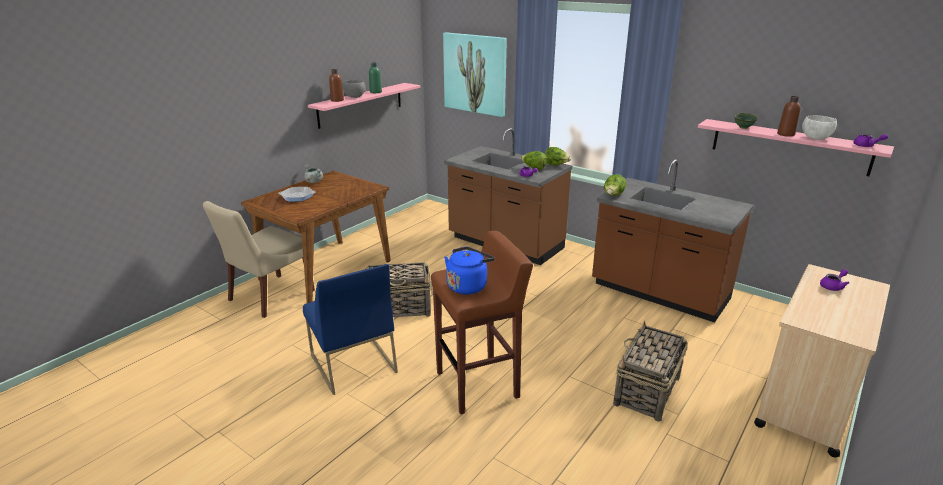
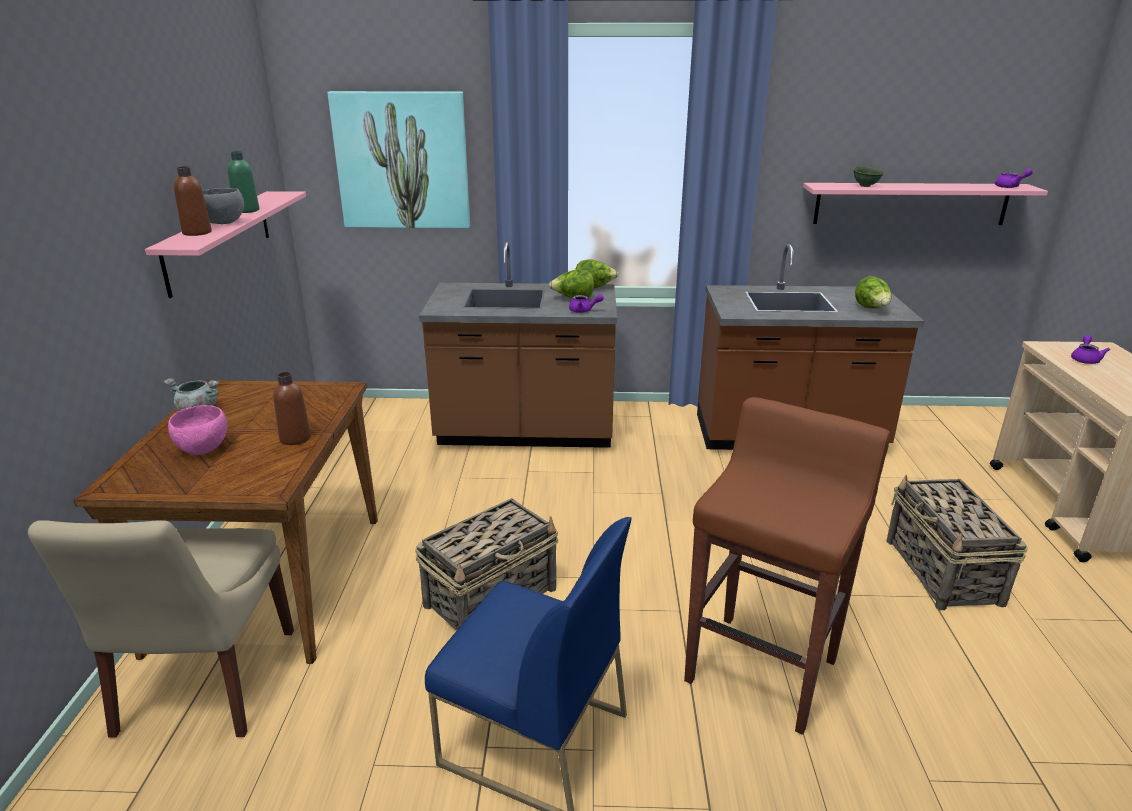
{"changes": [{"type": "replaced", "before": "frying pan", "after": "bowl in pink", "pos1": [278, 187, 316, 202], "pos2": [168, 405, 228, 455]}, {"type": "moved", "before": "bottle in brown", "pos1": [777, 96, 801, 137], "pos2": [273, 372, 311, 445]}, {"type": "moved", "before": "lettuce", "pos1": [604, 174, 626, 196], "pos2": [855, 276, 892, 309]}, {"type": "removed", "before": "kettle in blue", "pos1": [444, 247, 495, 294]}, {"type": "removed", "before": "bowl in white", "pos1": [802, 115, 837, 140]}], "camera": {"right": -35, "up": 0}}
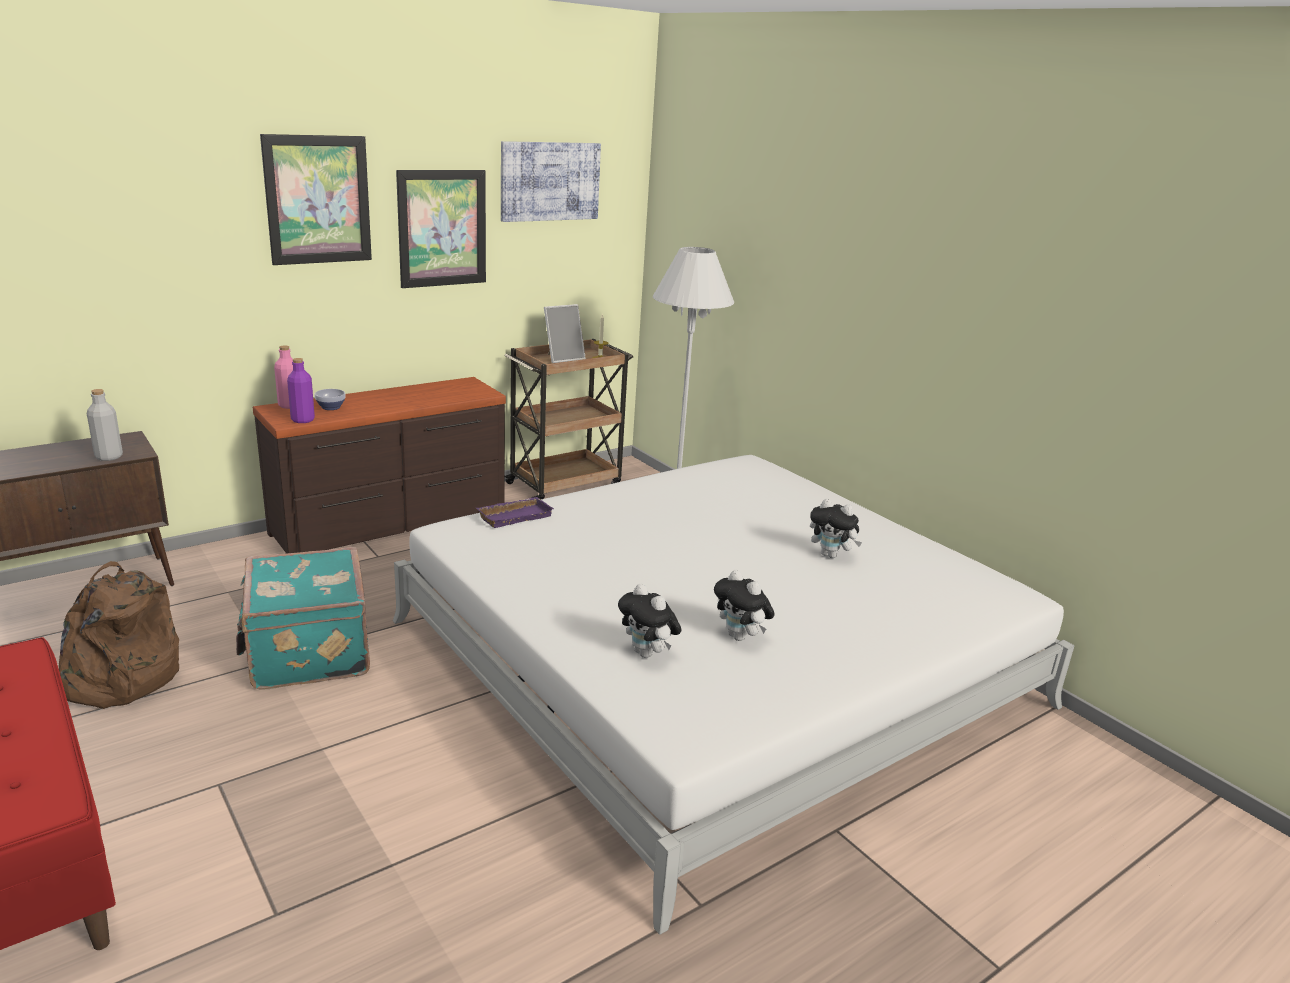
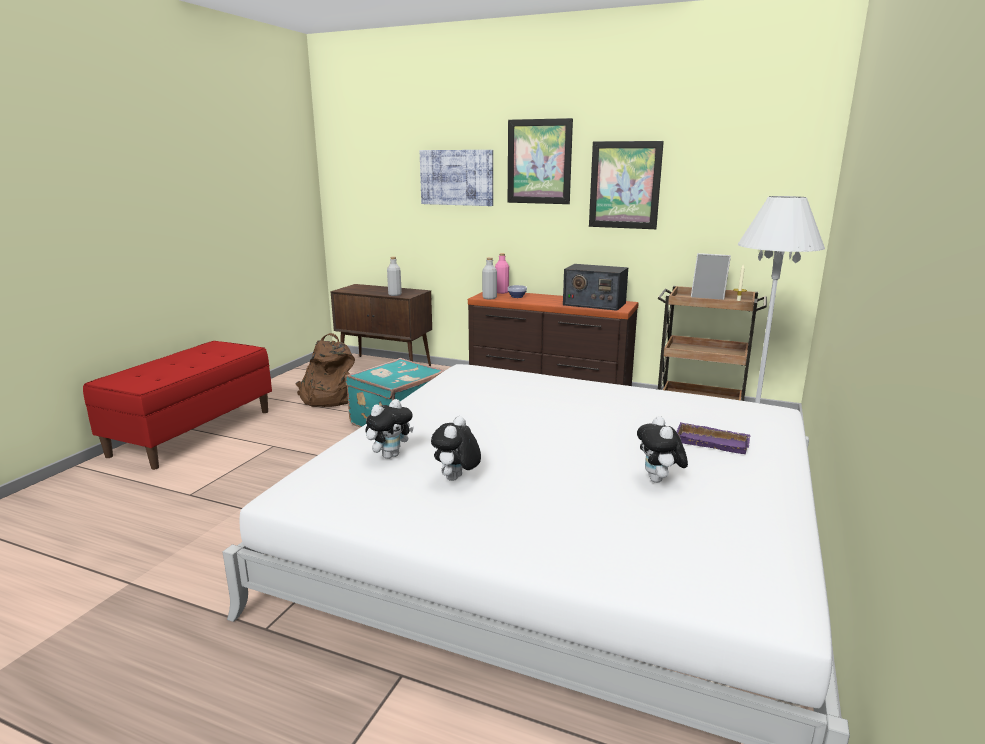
{"changes": [{"type": "turned", "before": "plush toy", "pos1": [618, 584, 682, 658], "pos2": [365, 399, 414, 459], "turn": -150}, {"type": "moved", "before": "picture", "pos1": [501, 141, 601, 222], "pos2": [420, 150, 493, 206]}, {"type": "recoloured", "before": "bottle in purple", "after": "bottle in grey", "pos1": [287, 358, 315, 423], "pos2": [482, 257, 497, 299]}, {"type": "added", "after": "radio", "pos2": [563, 264, 628, 311]}, {"type": "moved", "before": "tray in purple", "pos1": [476, 497, 554, 528], "pos2": [676, 422, 750, 454]}], "camera": {"right": 60, "up": -5}}
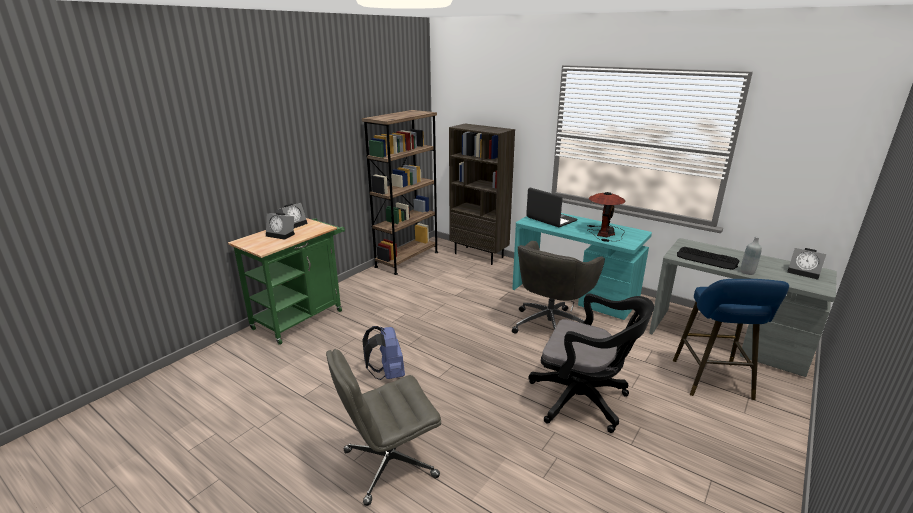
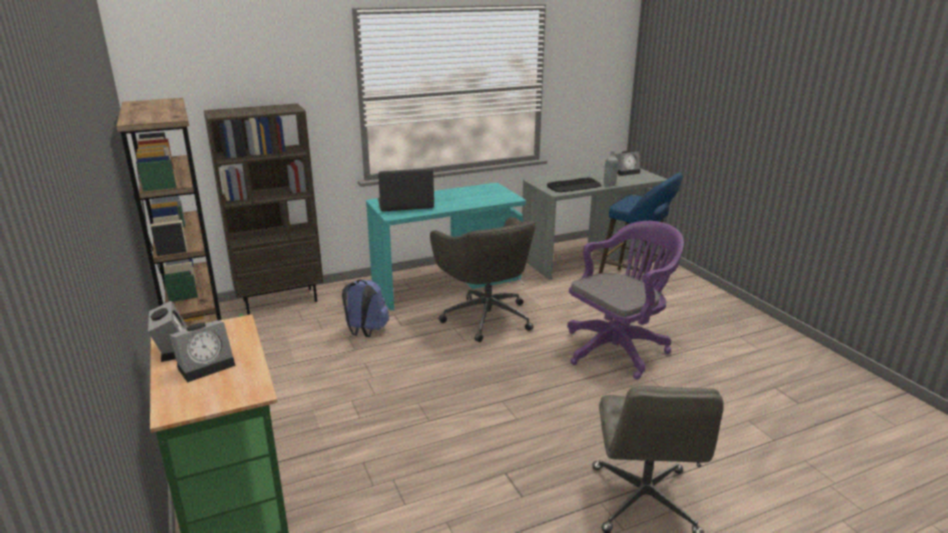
{"changes": [{"type": "moved", "before": "backpack in blue", "pos1": [362, 326, 405, 380], "pos2": [342, 279, 389, 337]}, {"type": "recoloured", "before": "office chair in black", "after": "office chair in purple", "pos1": [528, 294, 654, 433], "pos2": [567, 221, 684, 380]}, {"type": "removed", "before": "table lamp", "pos1": [587, 192, 625, 242]}], "camera": {"right": -60, "up": 0}}
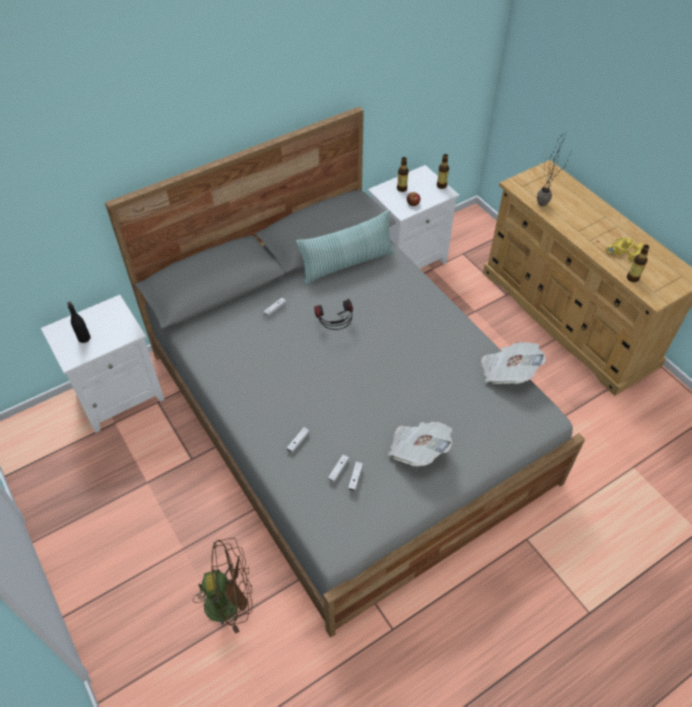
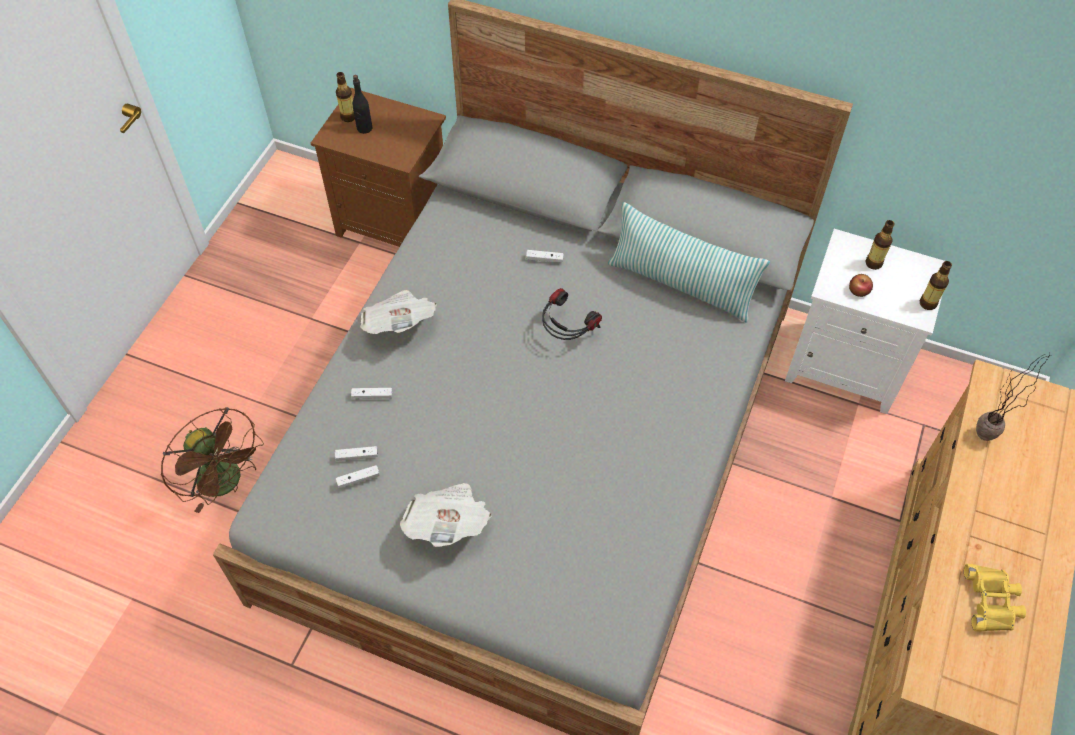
{"changes": [{"type": "recoloured", "before": "nightstand in white", "after": "nightstand in brown", "pos1": [41, 295, 165, 433], "pos2": [311, 88, 446, 247]}, {"type": "moved", "before": "bottle", "pos1": [627, 245, 650, 282], "pos2": [336, 72, 355, 122]}, {"type": "moved", "before": "newspaper", "pos1": [481, 342, 546, 384], "pos2": [360, 290, 437, 334]}], "camera": {"right": 55, "up": 5}}
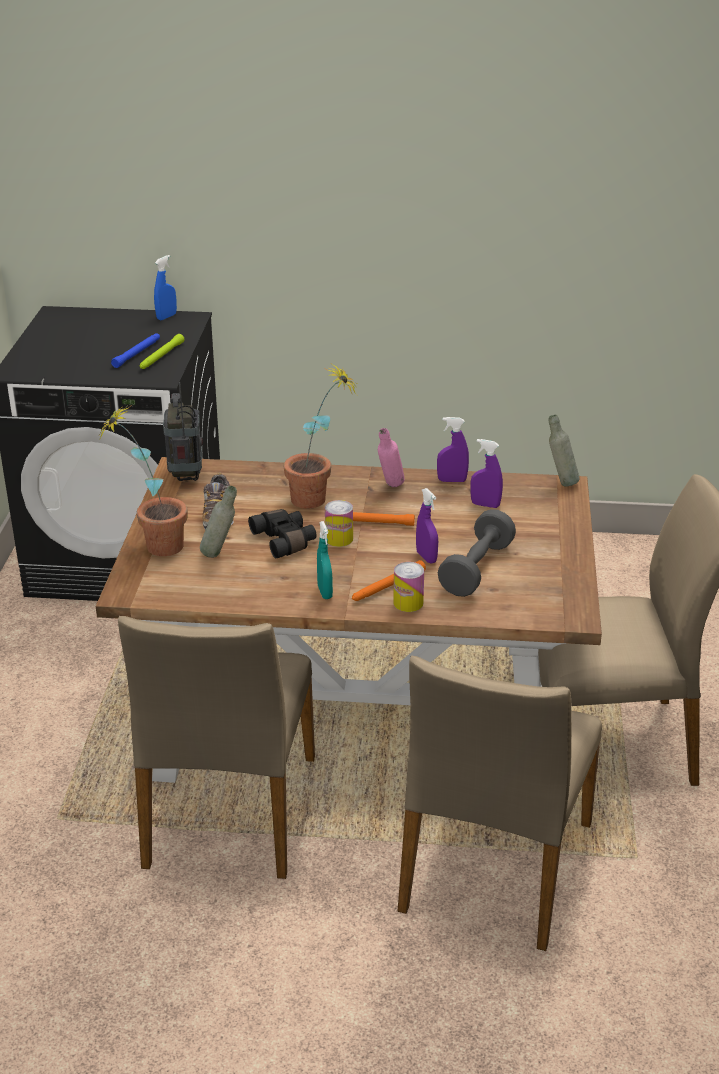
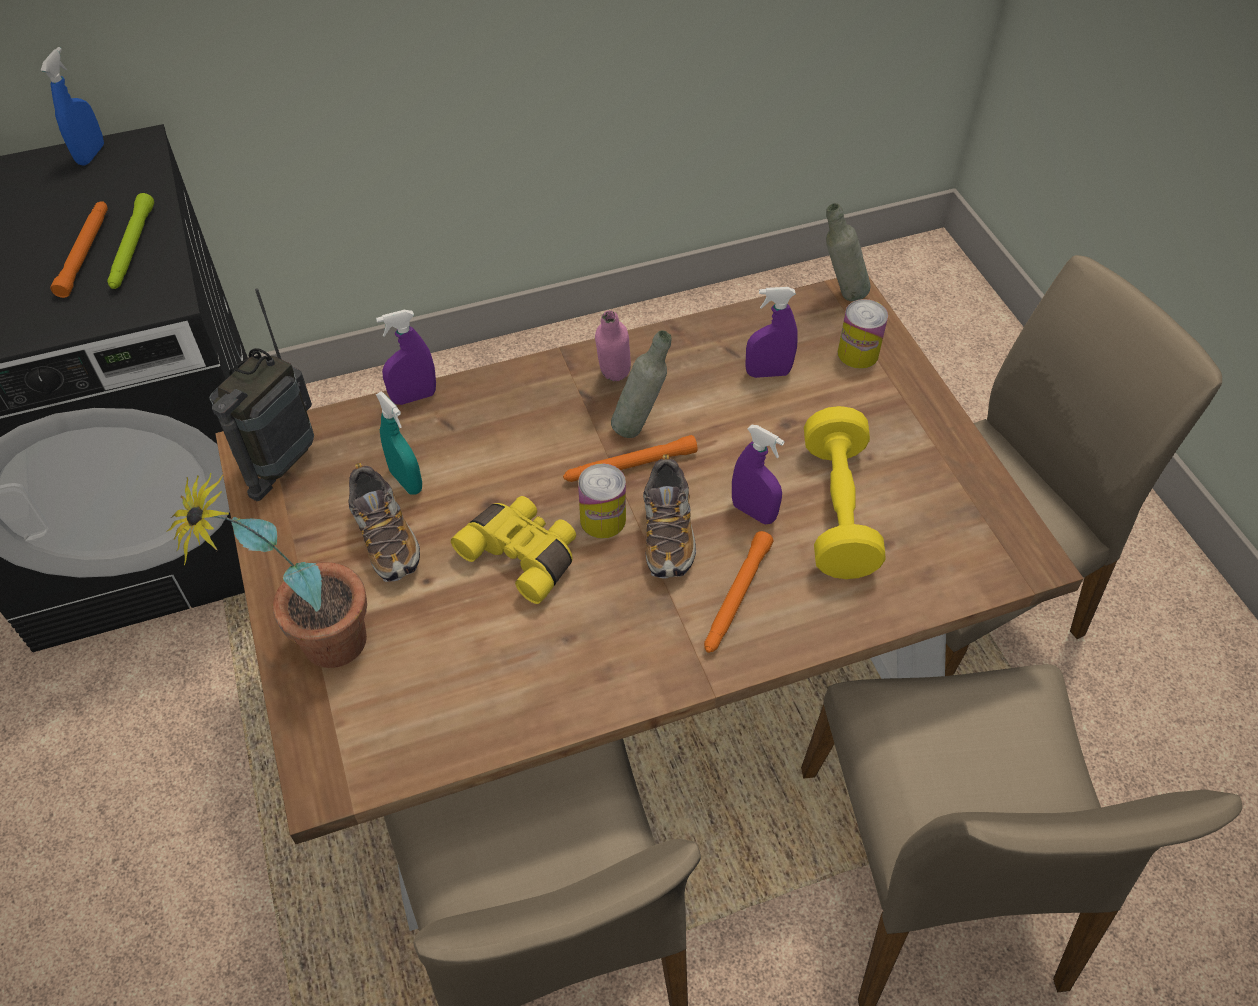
{"changes": [{"type": "recoloured", "before": "flashlight in blue", "after": "flashlight in orange", "pos1": [111, 333, 160, 368], "pos2": [50, 201, 108, 298]}, {"type": "turned", "before": "radio", "pos1": [163, 382, 203, 481], "pos2": [209, 288, 314, 501], "turn": -120}, {"type": "moved", "before": "spray bottle in purple", "pos1": [437, 417, 469, 482], "pos2": [376, 310, 436, 405]}, {"type": "moved", "before": "spray bottle in turquoise", "pos1": [317, 521, 333, 599], "pos2": [376, 391, 422, 495]}, {"type": "recoloured", "before": "binoculars in black", "after": "binoculars in yellow", "pos1": [248, 509, 316, 558], "pos2": [451, 496, 576, 604]}, {"type": "moved", "before": "bottle in grey", "pos1": [200, 486, 237, 558], "pos2": [611, 330, 672, 438]}, {"type": "added", "after": "shoe", "pos2": [643, 454, 696, 579]}, {"type": "recoloured", "before": "dumbbell in grey", "after": "dumbbell in yellow", "pos1": [438, 509, 516, 597], "pos2": [804, 406, 886, 579]}, {"type": "moved", "before": "can", "pos1": [393, 562, 424, 612], "pos2": [838, 299, 888, 369]}, {"type": "removed", "before": "potted plant", "pos1": [284, 365, 358, 509]}], "camera": {"right": -25, "up": 20}}
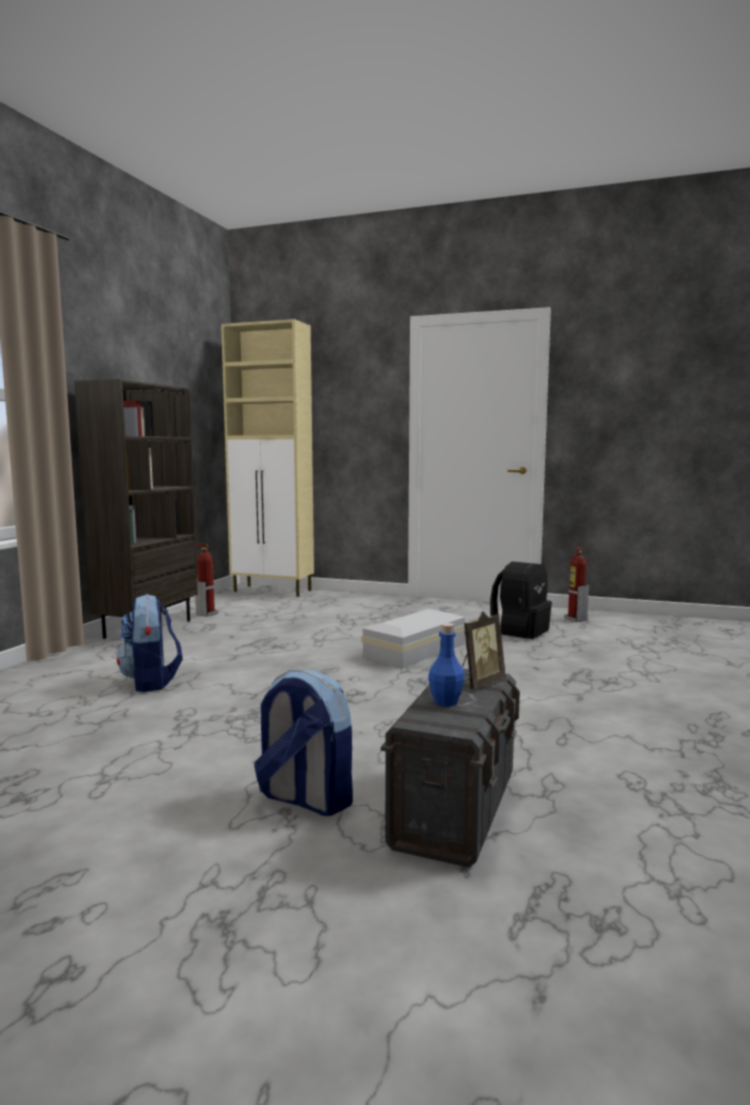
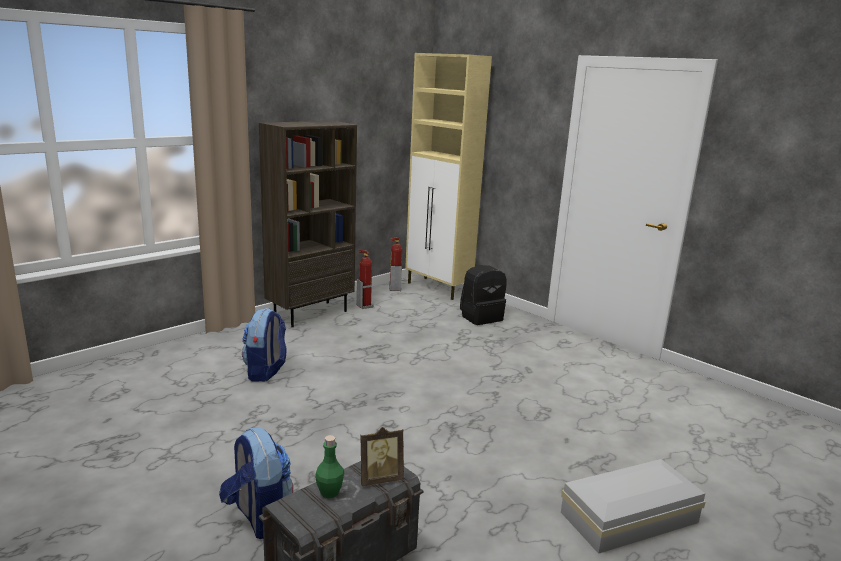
{"changes": [{"type": "recoloured", "before": "bottle in blue", "after": "bottle in green", "pos1": [428, 623, 465, 707], "pos2": [315, 435, 344, 498]}, {"type": "moved", "before": "fire extinguisher", "pos1": [565, 547, 589, 622], "pos2": [389, 238, 402, 291]}, {"type": "moved", "before": "backpack in black", "pos1": [490, 562, 552, 639], "pos2": [460, 265, 506, 325]}, {"type": "moved", "before": "storage box in white", "pos1": [361, 609, 465, 668], "pos2": [561, 459, 705, 554]}], "camera": {"right": 25, "up": 10}}
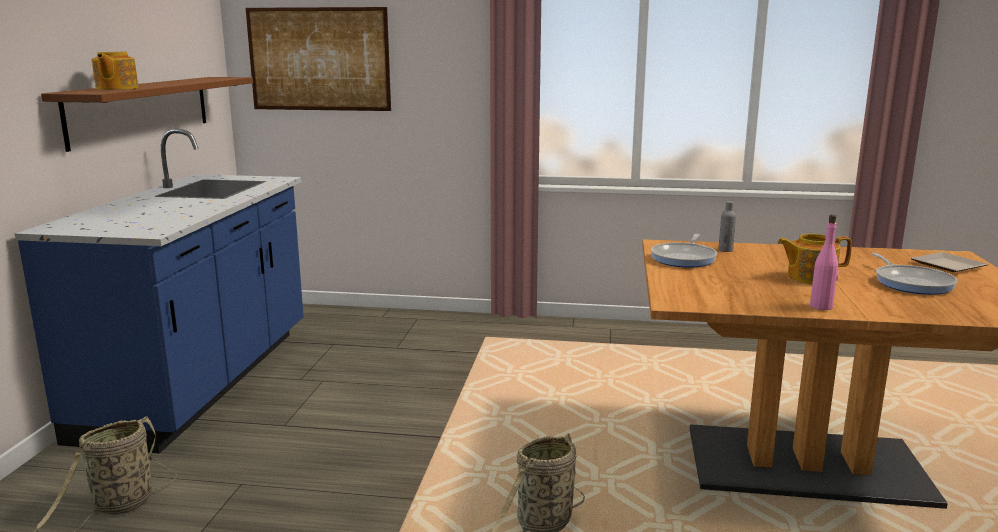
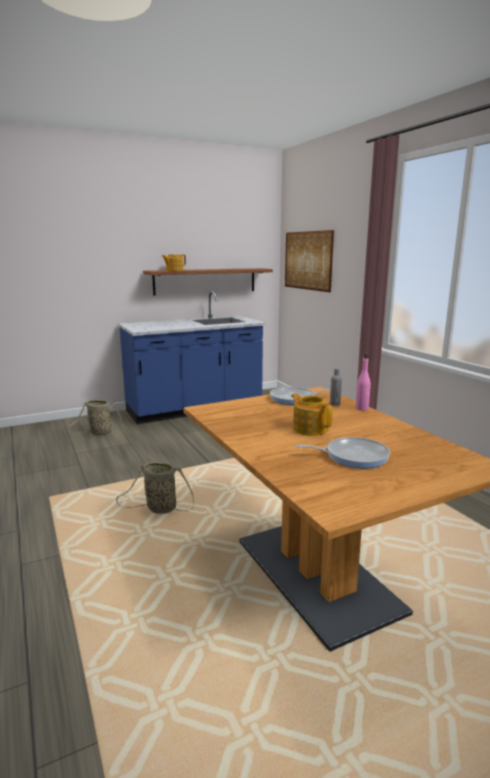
{"changes": [{"type": "turned", "before": "frying pan", "pos1": [871, 253, 958, 295], "pos2": [296, 437, 390, 469], "turn": -135}, {"type": "moved", "before": "bottle in pink", "pos1": [810, 214, 839, 310], "pos2": [356, 353, 371, 411]}, {"type": "removed", "before": "plate", "pos1": [911, 252, 989, 272]}], "camera": {"right": 55, "up": 0}}
